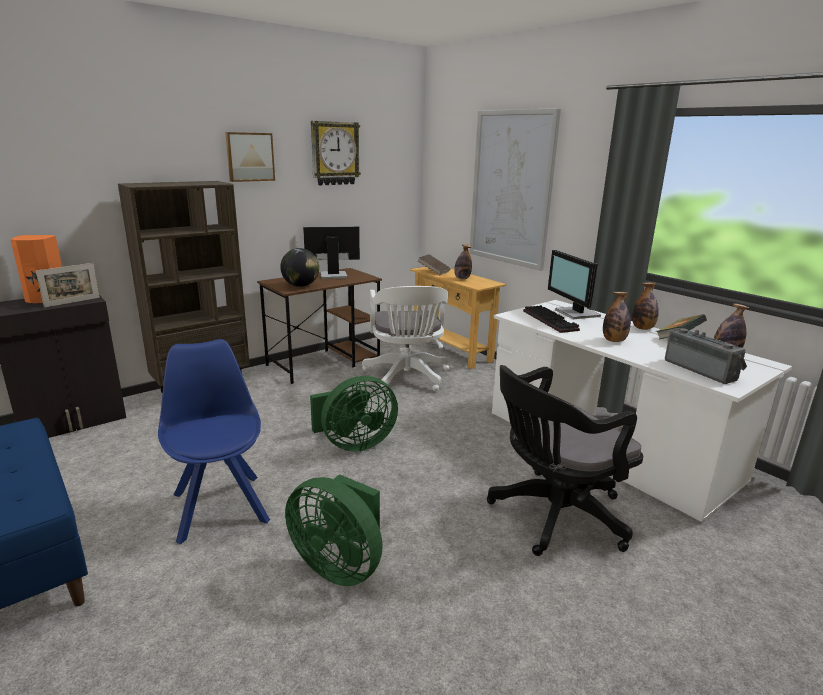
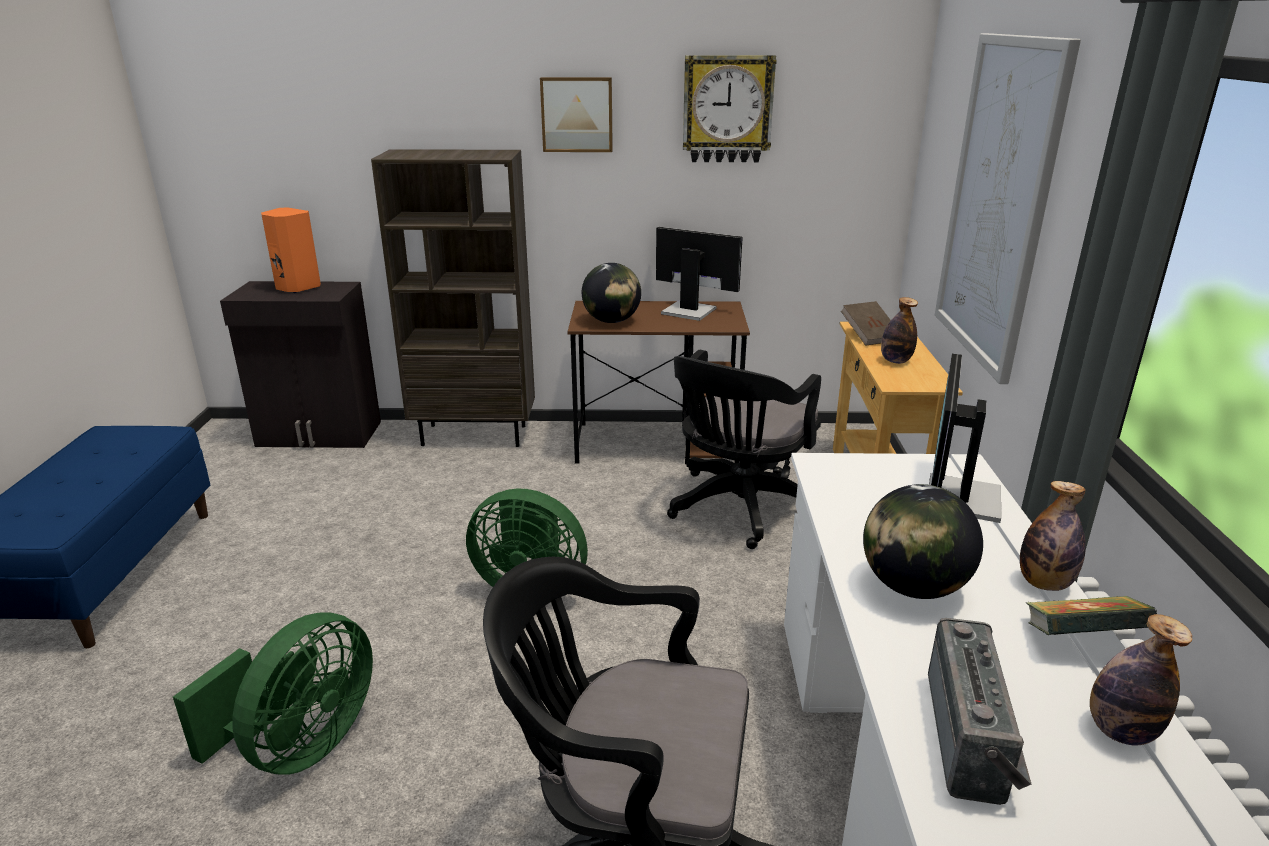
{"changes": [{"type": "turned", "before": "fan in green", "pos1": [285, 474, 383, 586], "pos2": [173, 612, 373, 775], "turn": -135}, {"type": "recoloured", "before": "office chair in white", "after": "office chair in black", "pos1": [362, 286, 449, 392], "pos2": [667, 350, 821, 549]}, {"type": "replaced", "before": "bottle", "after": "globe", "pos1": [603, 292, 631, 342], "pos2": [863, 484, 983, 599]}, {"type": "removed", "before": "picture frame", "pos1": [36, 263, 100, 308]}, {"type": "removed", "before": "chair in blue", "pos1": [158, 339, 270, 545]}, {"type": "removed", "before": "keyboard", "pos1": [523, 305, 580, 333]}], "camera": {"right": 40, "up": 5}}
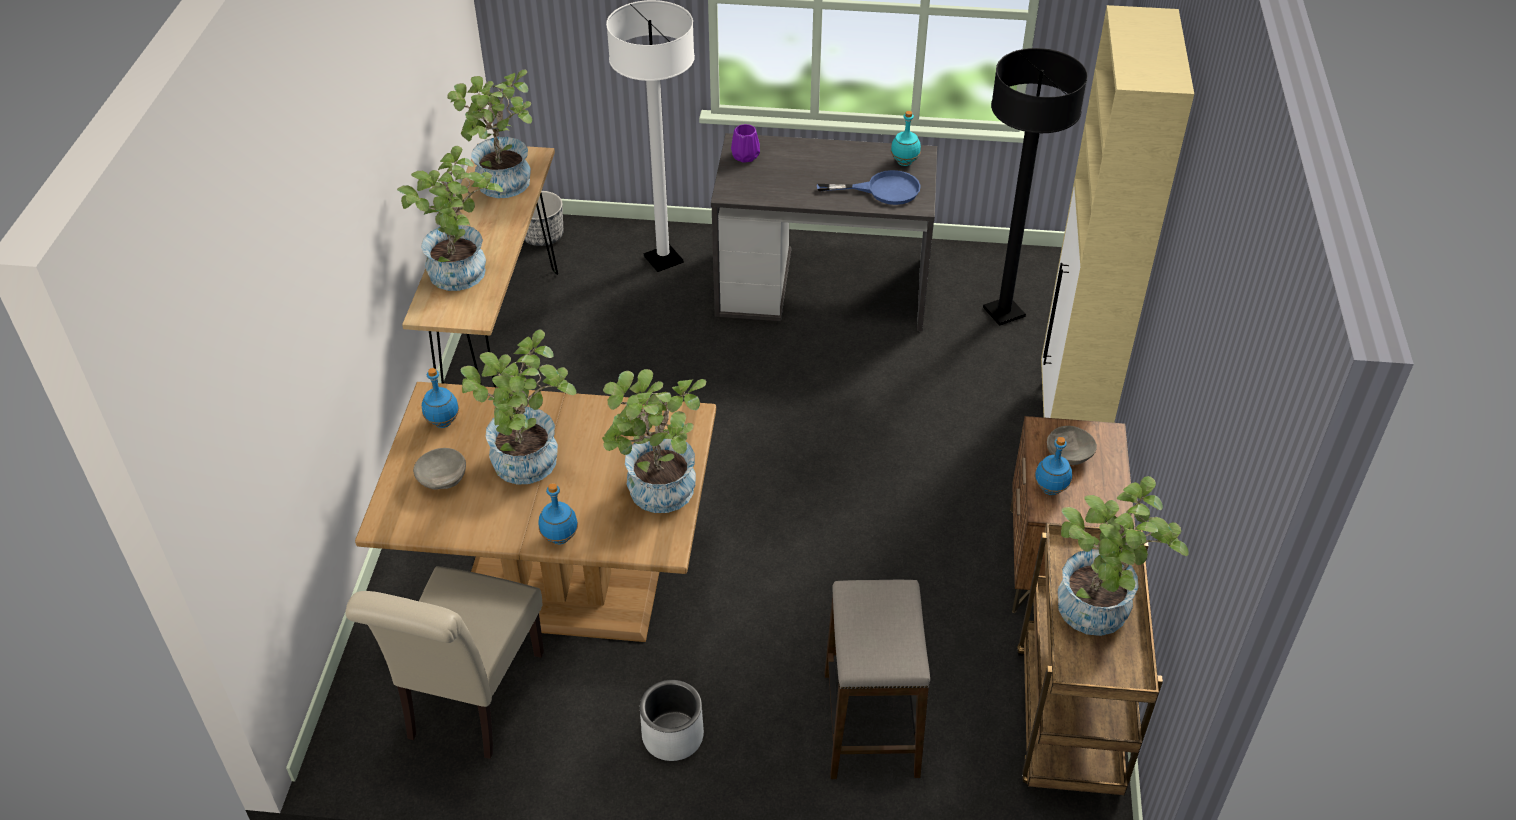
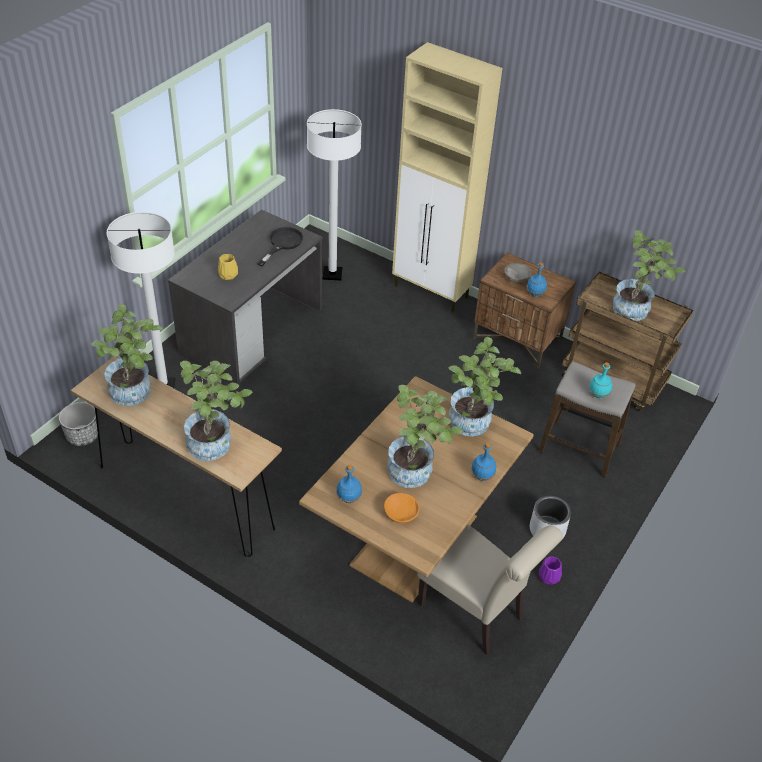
{"changes": [{"type": "added", "after": "vase in yellow", "pos2": [218, 254, 238, 280]}, {"type": "recoloured", "before": "frying pan in blue", "after": "frying pan in black", "pos1": [817, 170, 921, 205], "pos2": [257, 227, 303, 267]}, {"type": "recoloured", "before": "floor lamp in black", "after": "floor lamp in white", "pos1": [983, 48, 1088, 326], "pos2": [307, 109, 362, 280]}, {"type": "recoloured", "before": "bowl in grey", "after": "bowl in orange", "pos1": [413, 448, 466, 490], "pos2": [384, 493, 420, 523]}, {"type": "moved", "before": "vase in purple", "pos1": [731, 124, 760, 163], "pos2": [539, 556, 562, 585]}, {"type": "moved", "before": "bottle in turquoise", "pos1": [891, 111, 921, 166], "pos2": [589, 362, 612, 399]}], "camera": {"right": -65, "up": 0}}
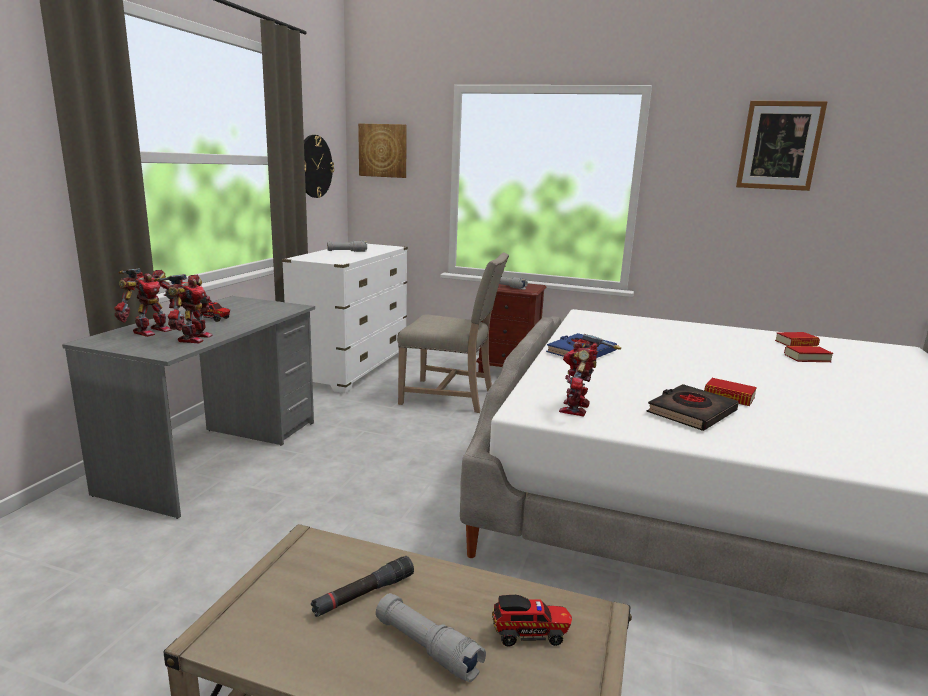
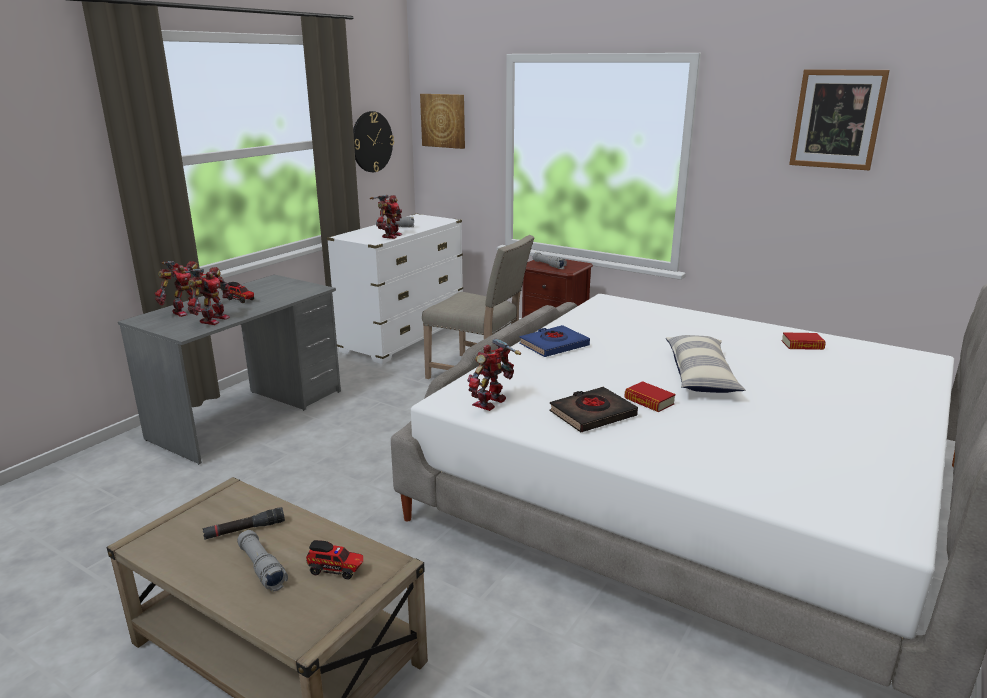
{"changes": [{"type": "added", "after": "toy robot", "pos2": [370, 195, 402, 239]}, {"type": "added", "after": "pillow", "pos2": [666, 335, 745, 393]}, {"type": "removed", "before": "book", "pos1": [784, 346, 833, 362]}], "camera": {"right": 15, "up": 5}}
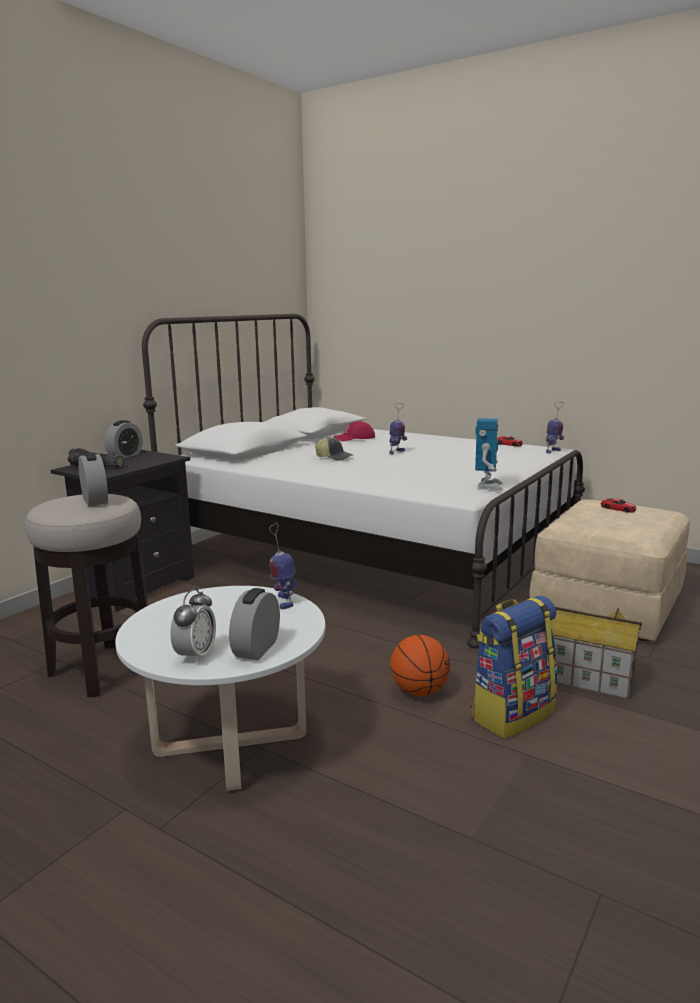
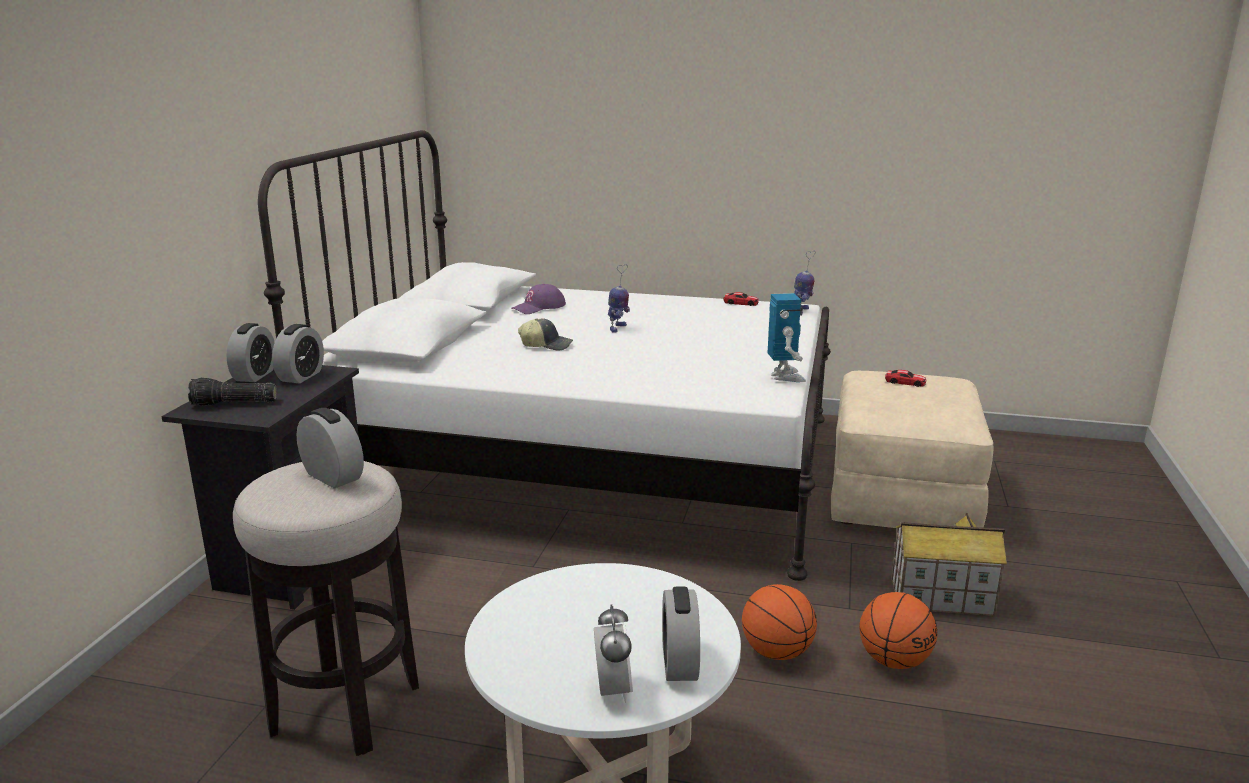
{"changes": [{"type": "added", "after": "alarm clock", "pos2": [272, 324, 324, 383]}, {"type": "recoloured", "before": "cap in red", "after": "cap in purple", "pos1": [334, 421, 375, 441], "pos2": [511, 284, 566, 314]}, {"type": "replaced", "before": "backpack", "after": "basketball", "pos1": [471, 596, 557, 738], "pos2": [859, 592, 937, 669]}, {"type": "removed", "before": "toy robot", "pos1": [269, 522, 297, 610]}], "camera": {"right": -20, "up": 5}}
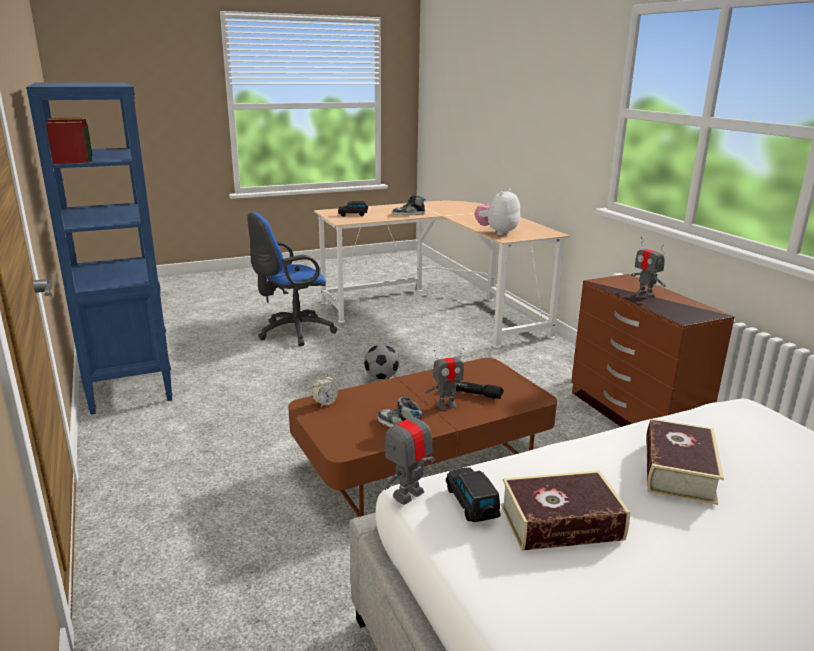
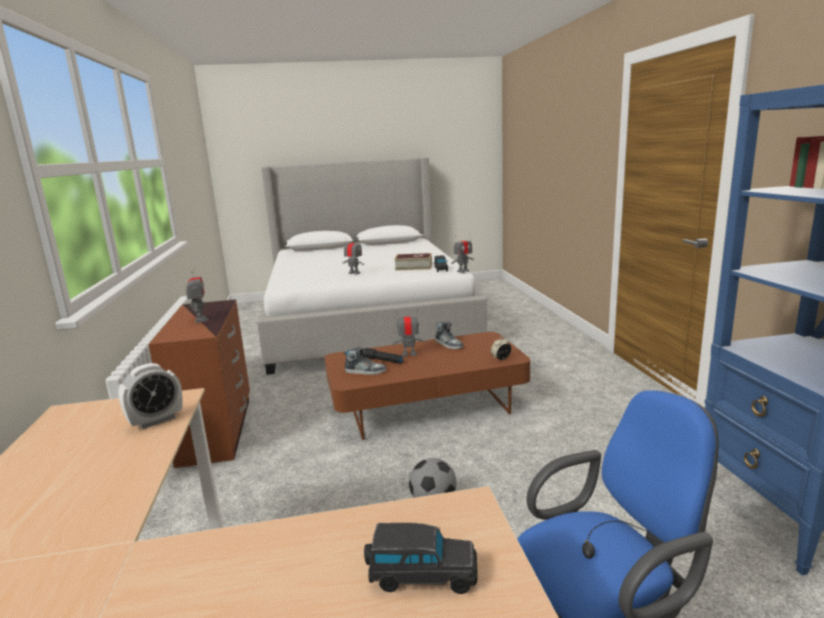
{"changes": [{"type": "replaced", "before": "plush toy", "after": "alarm clock", "pos1": [475, 189, 520, 235], "pos2": [118, 363, 183, 429]}, {"type": "replaced", "before": "book", "after": "toy robot", "pos1": [647, 419, 724, 505], "pos2": [343, 237, 364, 274]}, {"type": "moved", "before": "shoe", "pos1": [393, 194, 426, 215], "pos2": [344, 347, 386, 375]}], "camera": {"right": -165, "up": -5}}
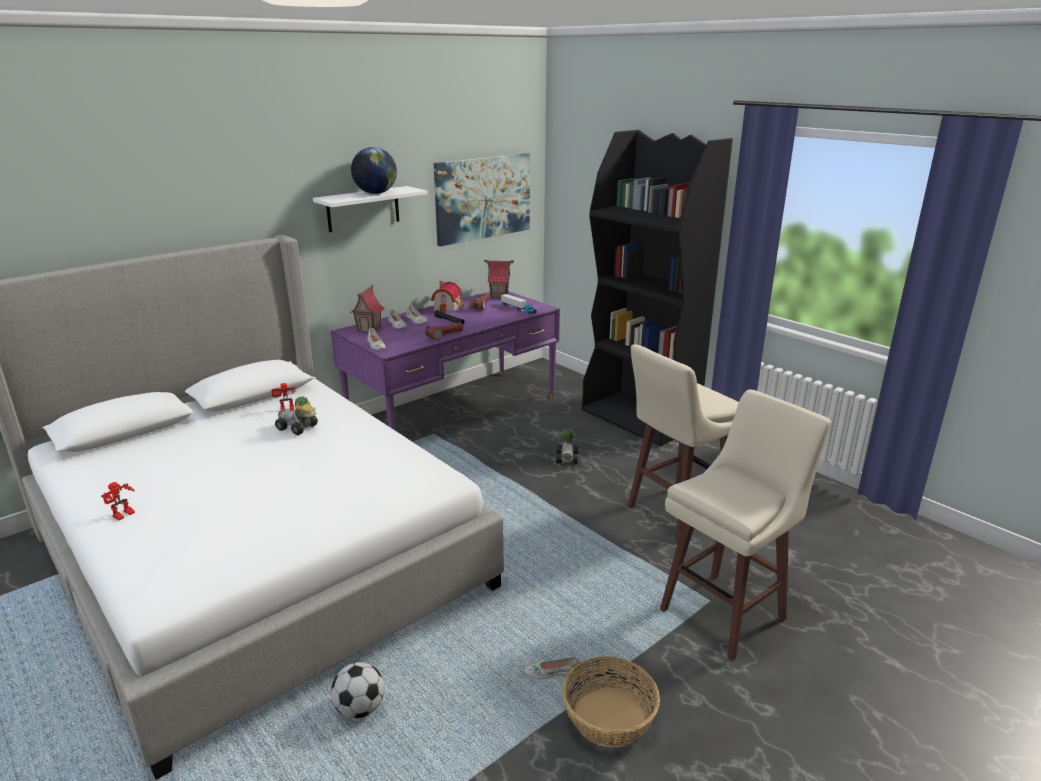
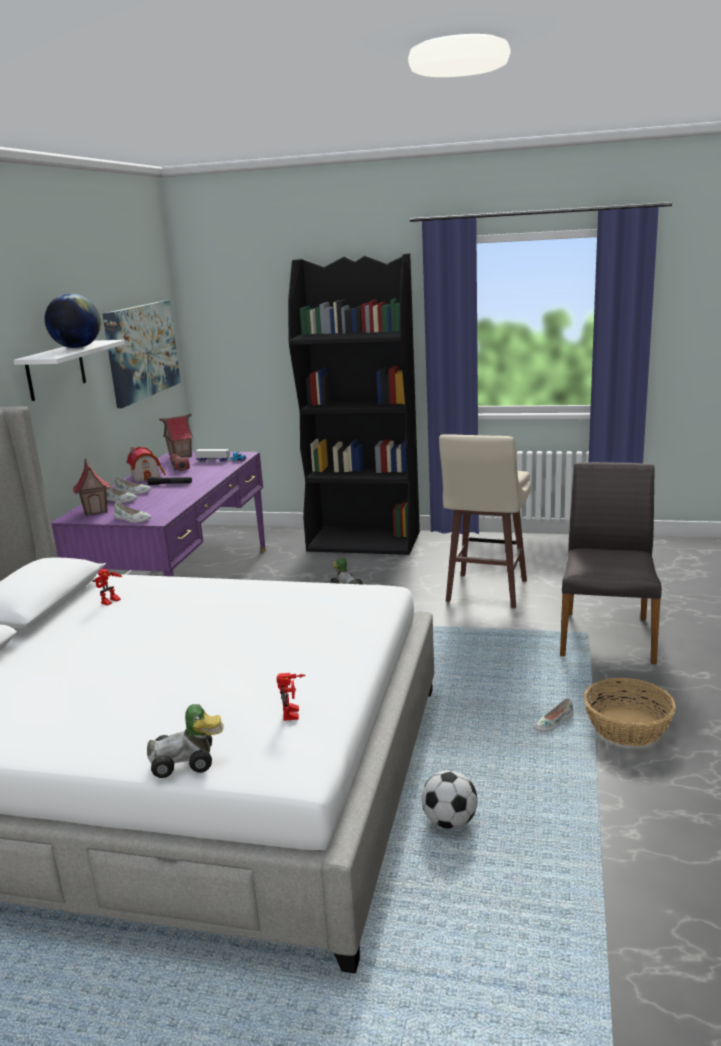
{"changes": [{"type": "moved", "before": "toy car", "pos1": [275, 396, 318, 435], "pos2": [147, 704, 224, 778]}, {"type": "moved", "before": "toy robot", "pos1": [101, 482, 135, 521], "pos2": [277, 673, 306, 721]}, {"type": "replaced", "before": "stool in beige", "after": "chair in grey", "pos1": [660, 390, 831, 661], "pos2": [560, 462, 662, 664]}, {"type": "removed", "before": "flashlight", "pos1": [425, 322, 463, 340]}], "camera": {"right": -35, "up": -5}}
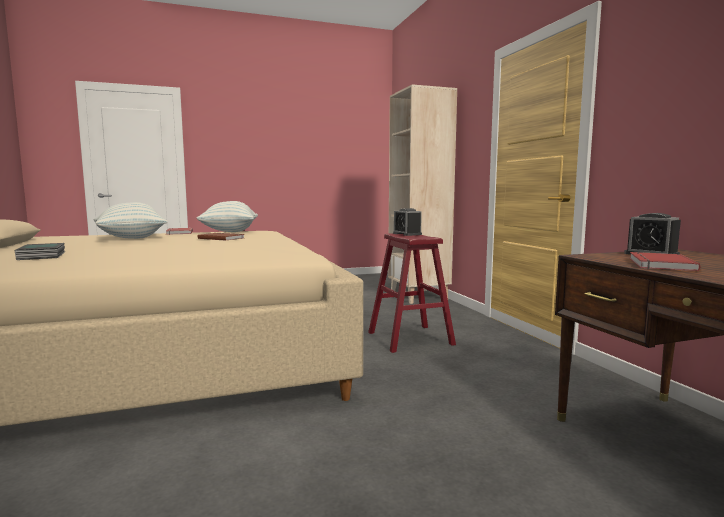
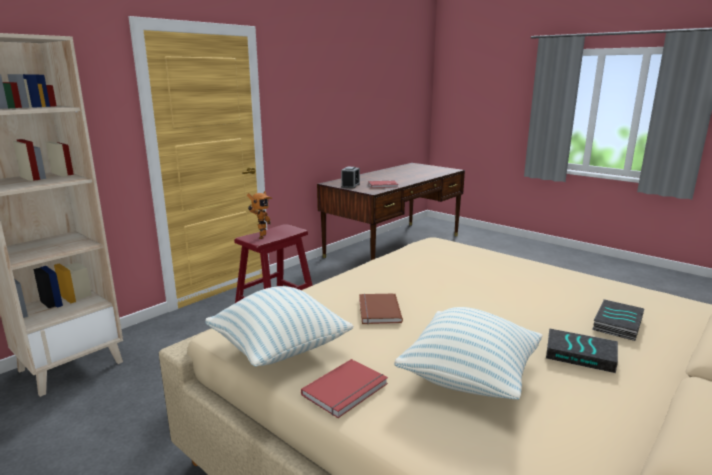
{"changes": [{"type": "replaced", "before": "alarm clock", "after": "toy robot", "pos1": [393, 208, 422, 236], "pos2": [247, 191, 272, 239]}, {"type": "added", "after": "book", "pos2": [546, 328, 618, 373]}], "camera": {"right": -120, "up": 10}}
